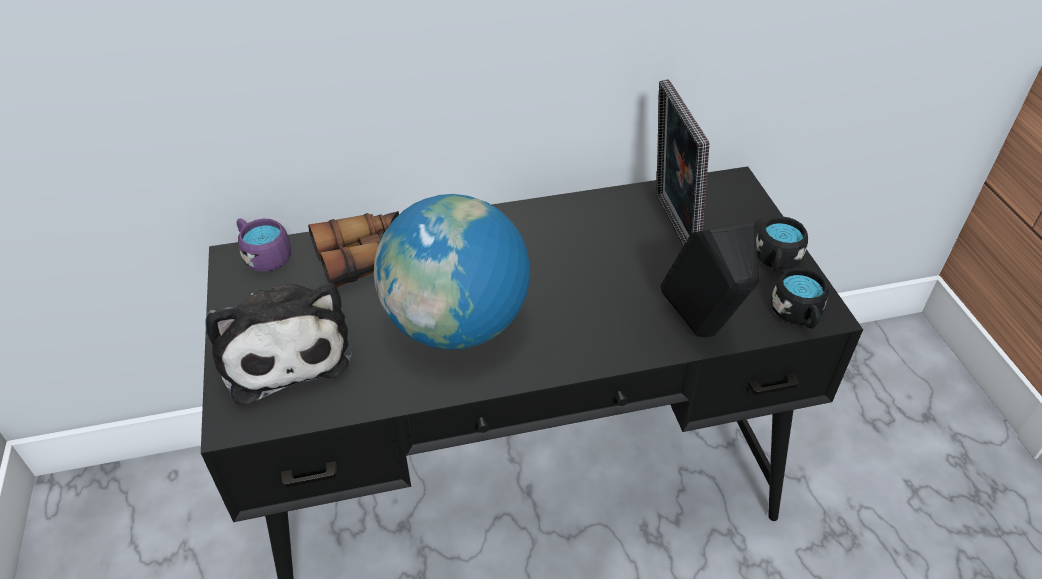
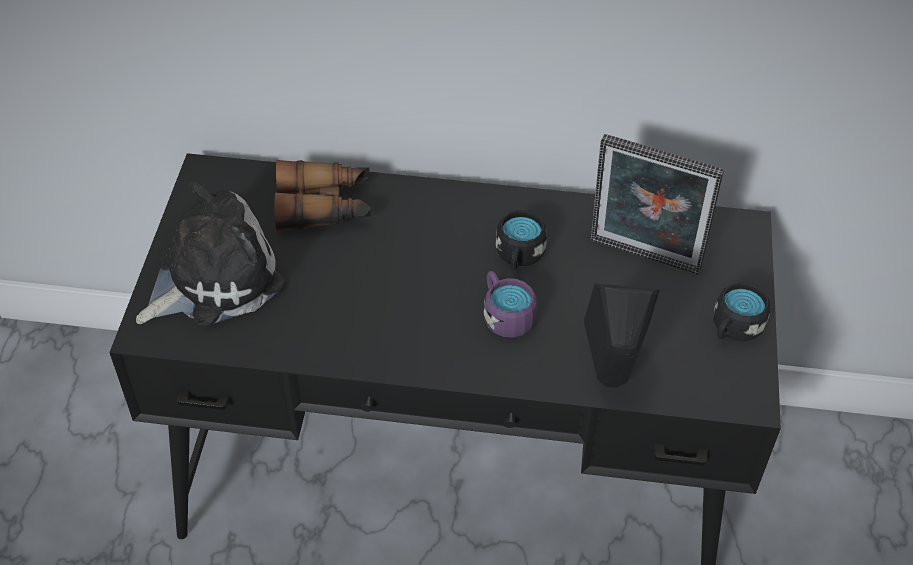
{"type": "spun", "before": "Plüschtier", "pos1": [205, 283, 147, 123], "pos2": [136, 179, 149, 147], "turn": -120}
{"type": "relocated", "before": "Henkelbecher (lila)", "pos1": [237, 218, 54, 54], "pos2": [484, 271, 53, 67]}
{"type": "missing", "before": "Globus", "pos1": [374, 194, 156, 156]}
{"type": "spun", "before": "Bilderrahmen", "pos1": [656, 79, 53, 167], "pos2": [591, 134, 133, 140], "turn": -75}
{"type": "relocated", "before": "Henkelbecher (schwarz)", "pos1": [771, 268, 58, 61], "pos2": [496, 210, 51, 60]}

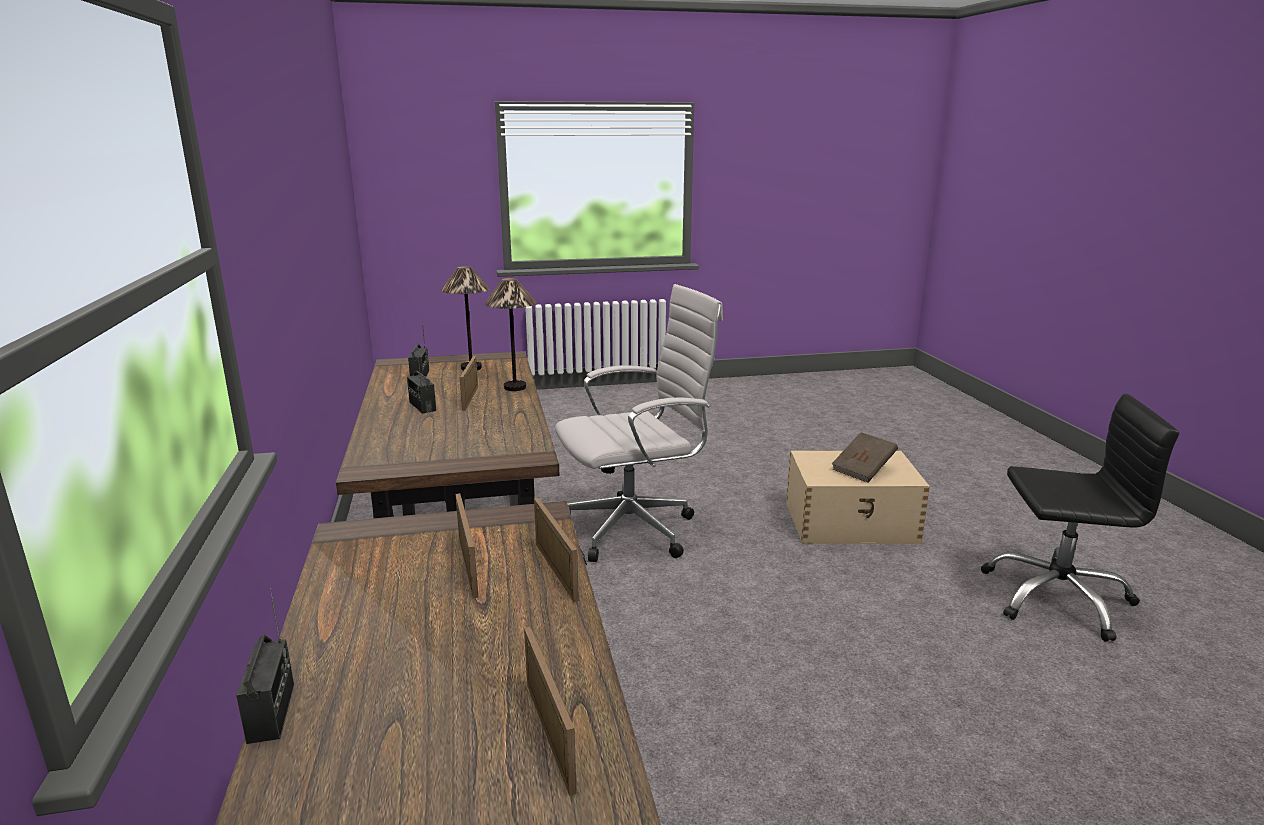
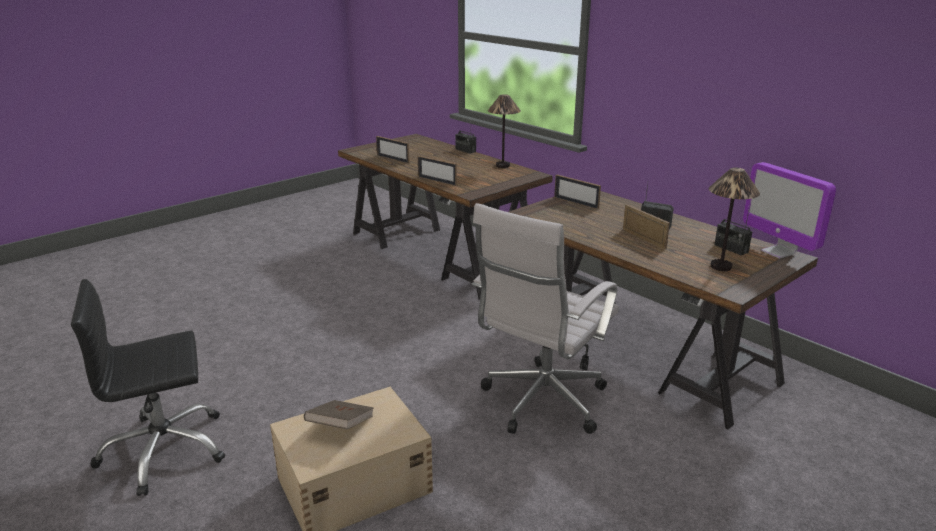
{"type": "relocated", "before": "Bilderrahmen", "pos1": [455, 493, 23, 105], "pos2": [554, 175, 47, 35]}
{"type": "relocated", "before": "Tischlampe", "pos1": [484, 278, 53, 113], "pos2": [488, 94, 33, 74]}
{"type": "appeared", "after": "Monitor", "pos2": [743, 162, 93, 97]}

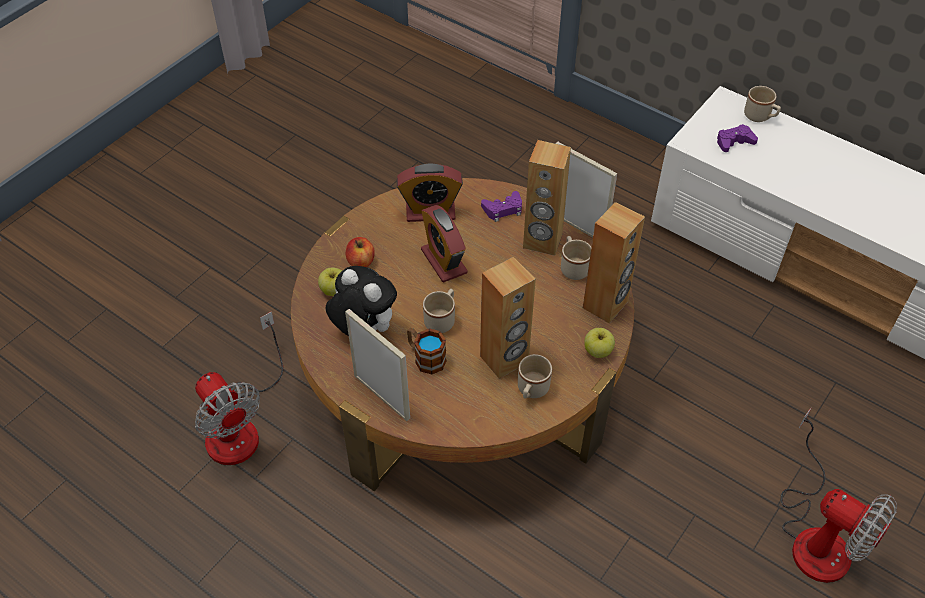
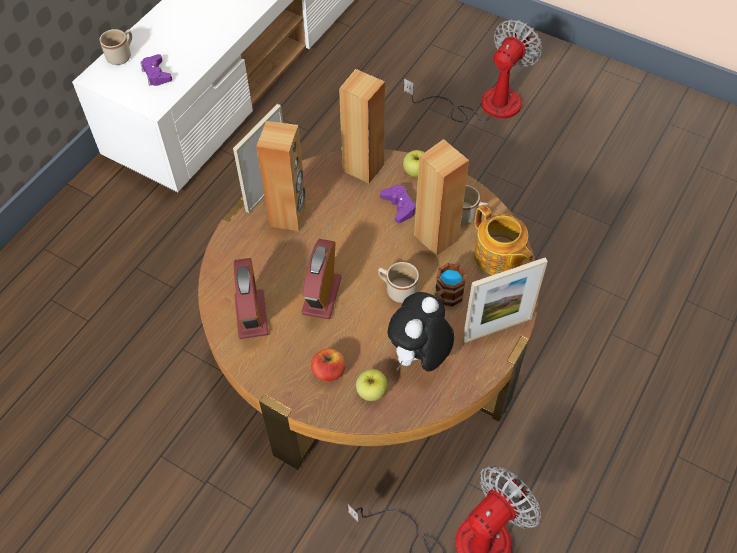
{"type": "spun", "before": "Bilderrahmen", "pos1": [345, 309, 65, 112], "pos2": [463, 258, 85, 85], "turn": -150}
{"type": "spun", "before": "Wecker", "pos1": [421, 205, 46, 77], "pos2": [302, 239, 40, 80], "turn": 135}
{"type": "relocated", "before": "Gamepad (lila)", "pos1": [481, 191, 41, 31], "pos2": [380, 185, 36, 38]}
{"type": "missing", "before": "Henkelbecher (beige)", "pos1": [561, 236, 30, 44]}
{"type": "appeared", "after": "Teekanne", "pos2": [474, 205, 59, 70]}

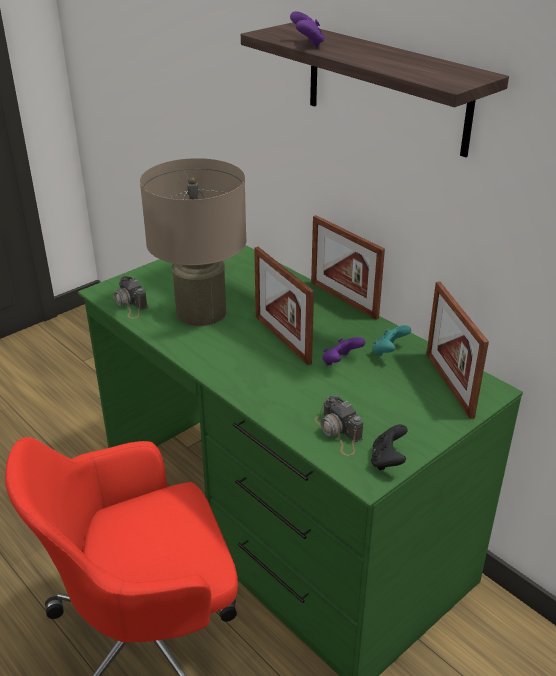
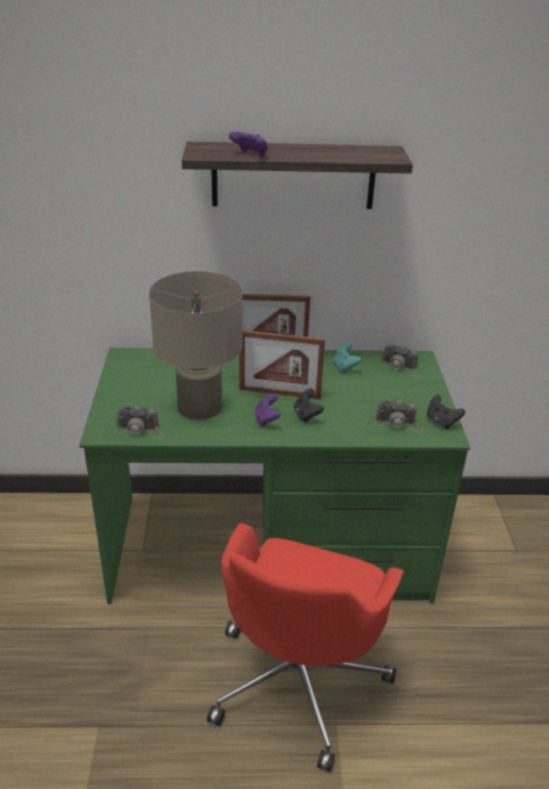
{"type": "relocated", "before": "Gamepad (lila)", "pos1": [322, 337, 43, 28], "pos2": [255, 394, 26, 33]}
{"type": "exchanged", "before": "Bilderrahmen", "after": "Kamera", "pos1": [426, 282, 63, 137], "pos2": [379, 345, 41, 32]}
{"type": "appeared", "after": "Gamepad (schwarz)", "pos2": [294, 389, 30, 33]}

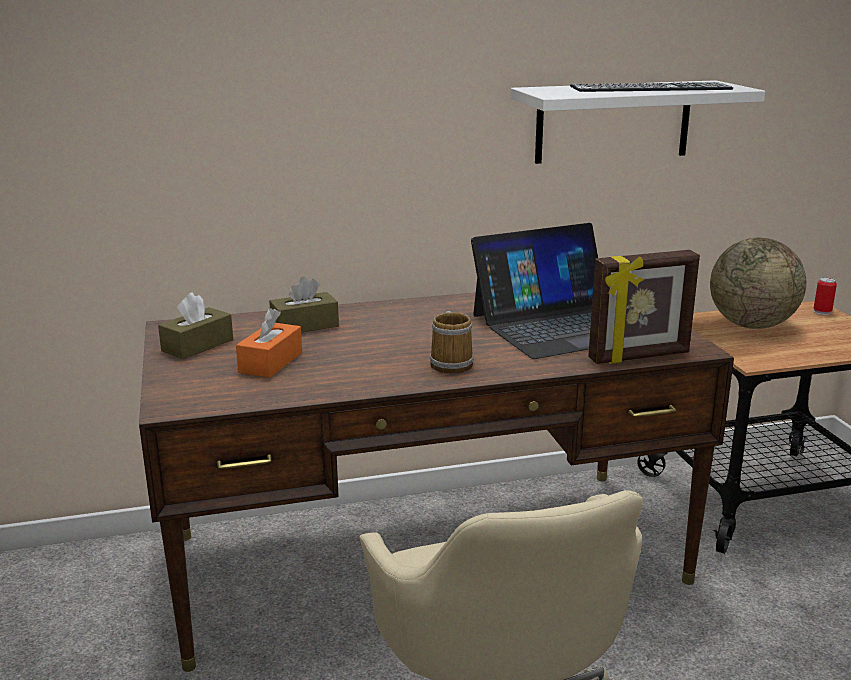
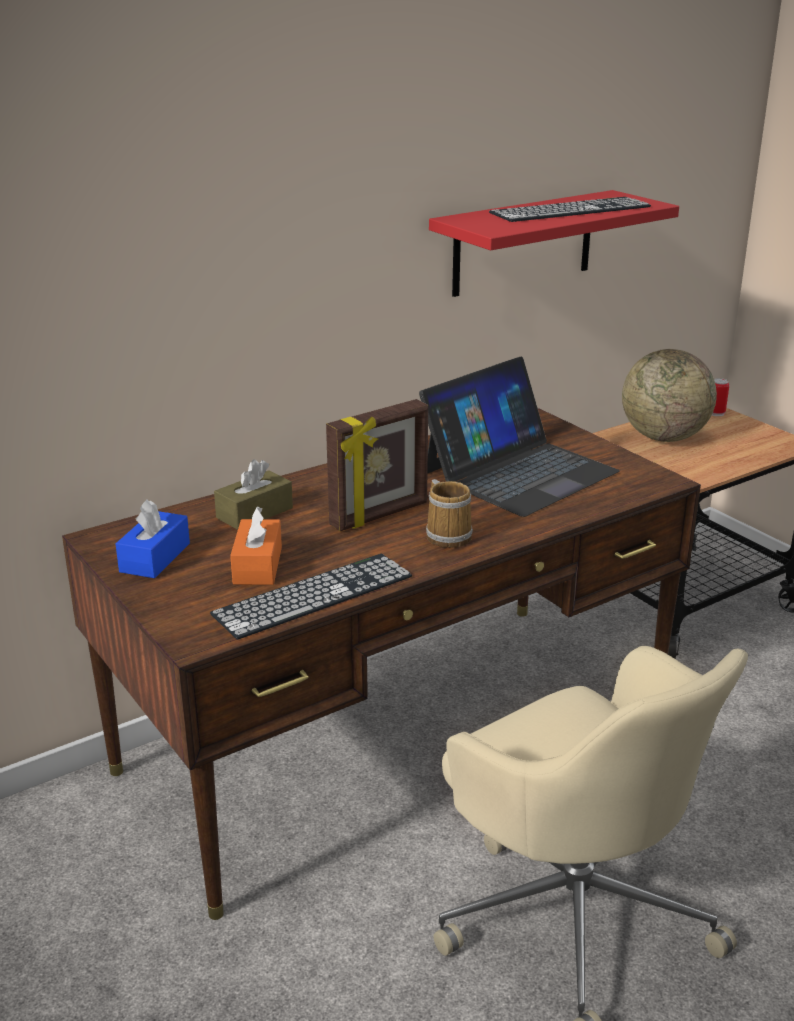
{"type": "colour", "before": "Taschentuchbox (braun)", "after": "Taschentuchbox (blau)", "pos1": [158, 292, 75, 67], "pos2": [116, 500, 74, 78]}
{"type": "colour", "before": "Wandregal (weiß)", "after": "Wandregal (rot)", "pos1": [511, 80, 254, 84], "pos2": [429, 190, 250, 107]}
{"type": "relocated", "before": "Bilderrahmen", "pos1": [588, 250, 112, 114], "pos2": [326, 399, 102, 132]}
{"type": "appeared", "after": "Tastatur", "pos2": [210, 554, 202, 86]}

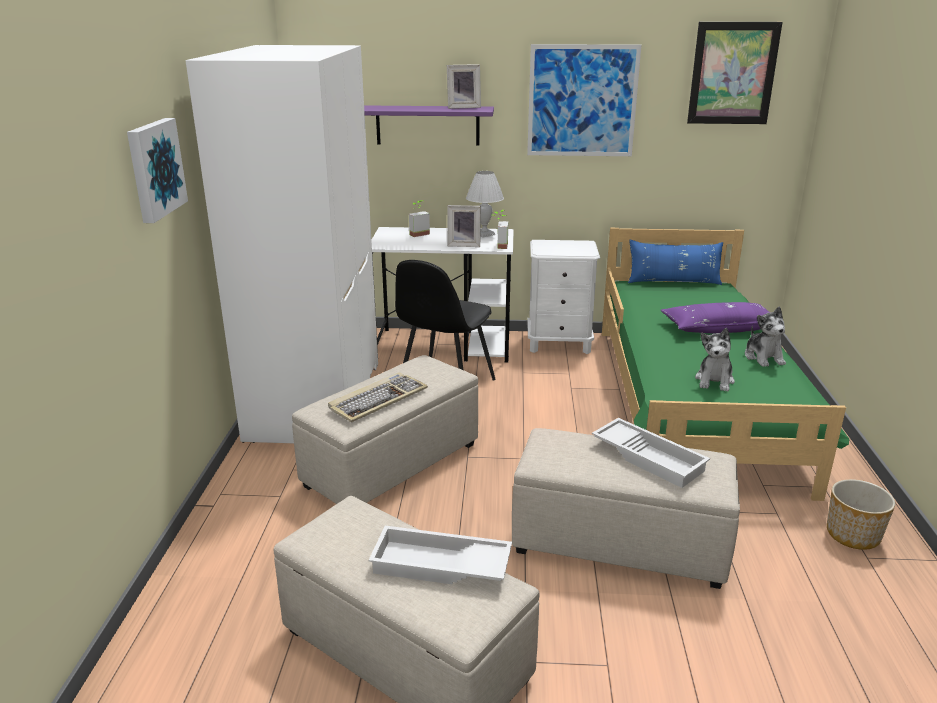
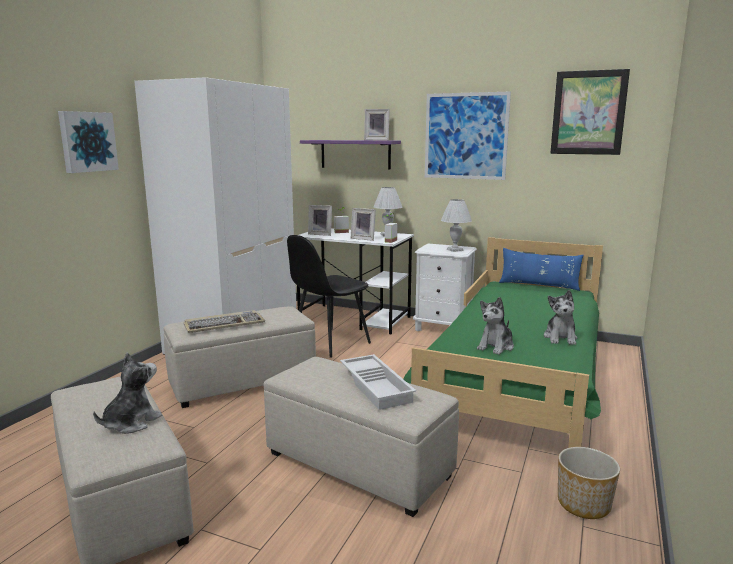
{"type": "exchanged", "before": "Tablett (weiß)", "after": "Plüschtier", "pos1": [369, 526, 143, 59], "pos2": [93, 353, 69, 81]}
{"type": "missing", "before": "Kissen (lila)", "pos1": [661, 302, 109, 31]}
{"type": "appeared", "after": "Bilderrahmen", "pos2": [308, 205, 24, 31]}
{"type": "appeared", "after": "Tischlampe (weiß)", "pos2": [441, 199, 31, 53]}

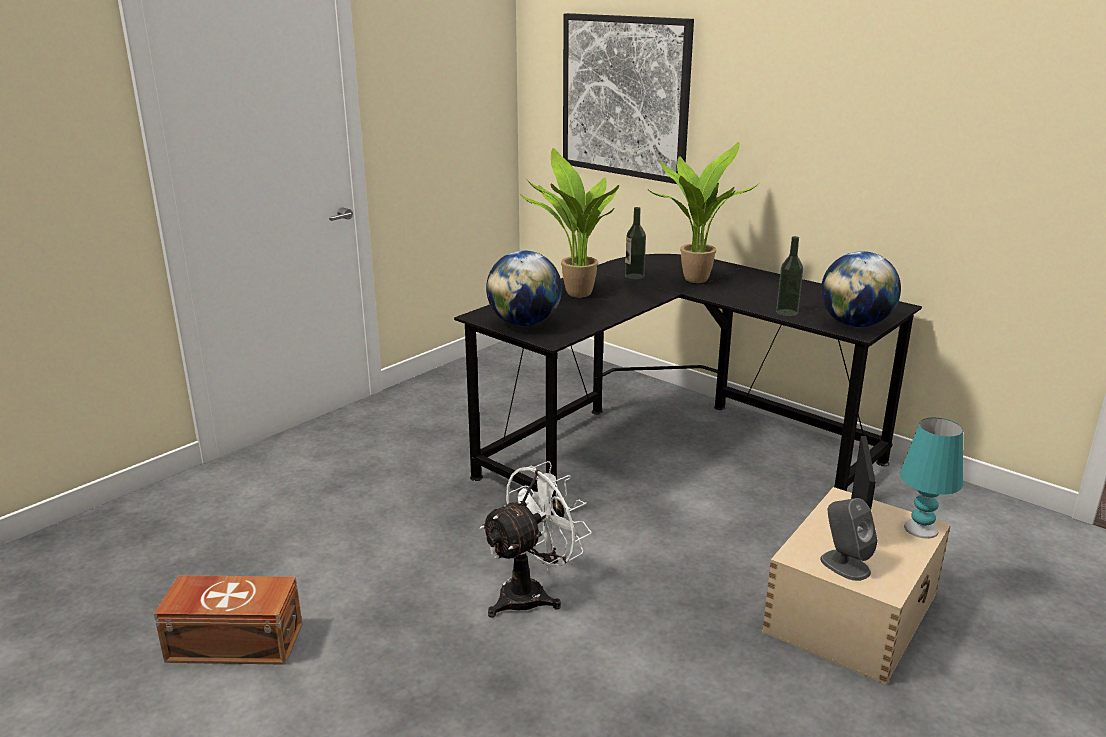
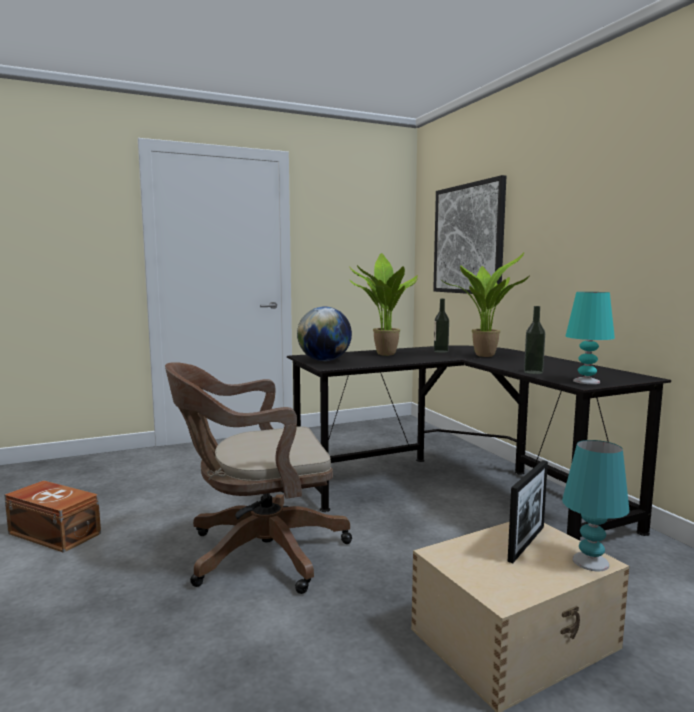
{"type": "exchanged", "before": "Ventilator (weiß)", "after": "Bürostuhl (braun)", "pos1": [480, 461, 112, 157], "pos2": [165, 362, 187, 232]}
{"type": "missing", "before": "Lautsprecher (grau)", "pos1": [820, 498, 58, 83]}
{"type": "exchanged", "before": "Globus", "after": "Tischlampe (türkis)", "pos1": [821, 251, 80, 76], "pos2": [566, 292, 49, 92]}

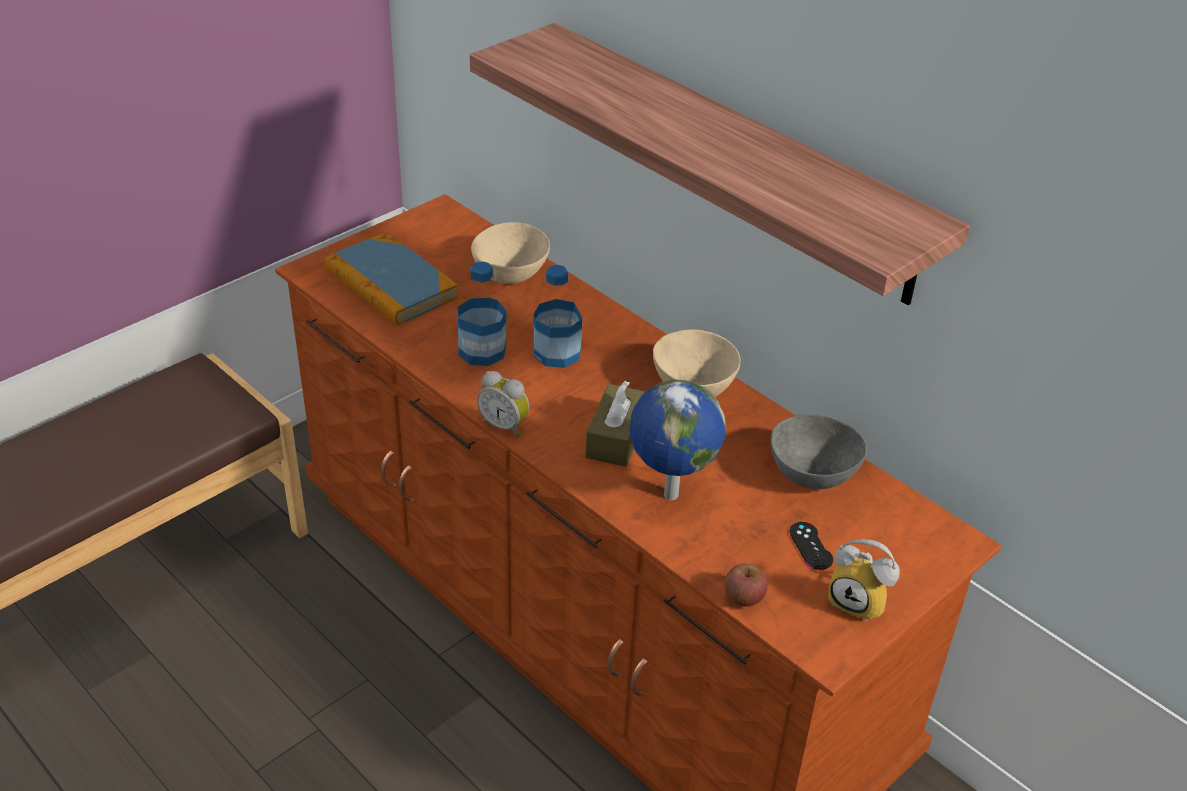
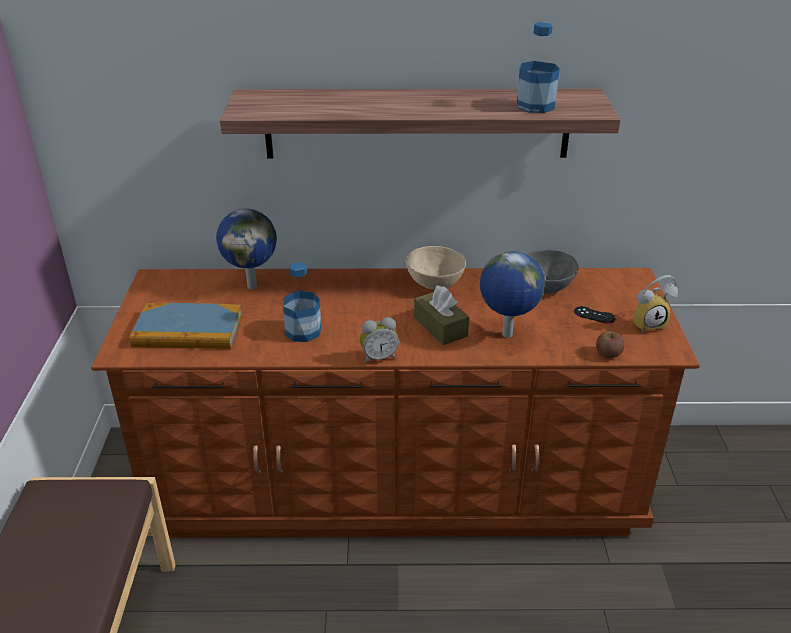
{"type": "exchanged", "before": "Schüssel (beige)", "after": "Globus", "pos1": [471, 222, 79, 62], "pos2": [216, 209, 61, 81]}
{"type": "relocated", "before": "Flasche", "pos1": [533, 265, 49, 103], "pos2": [517, 22, 43, 91]}

